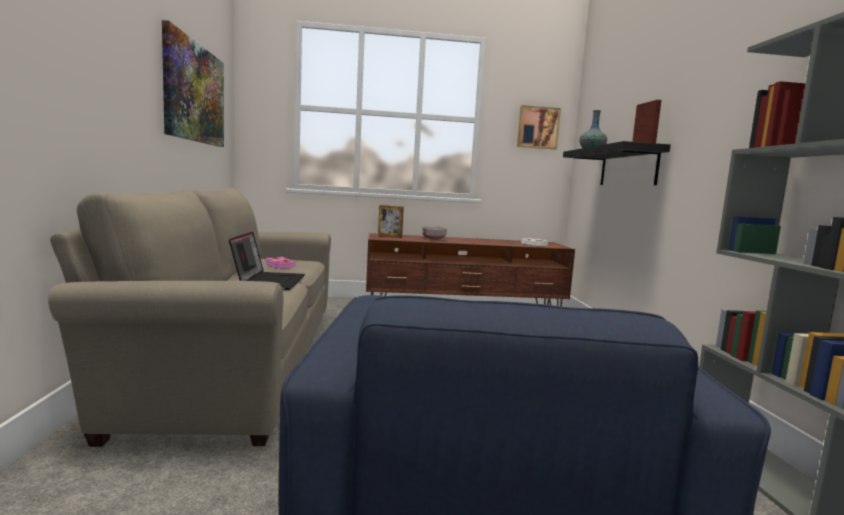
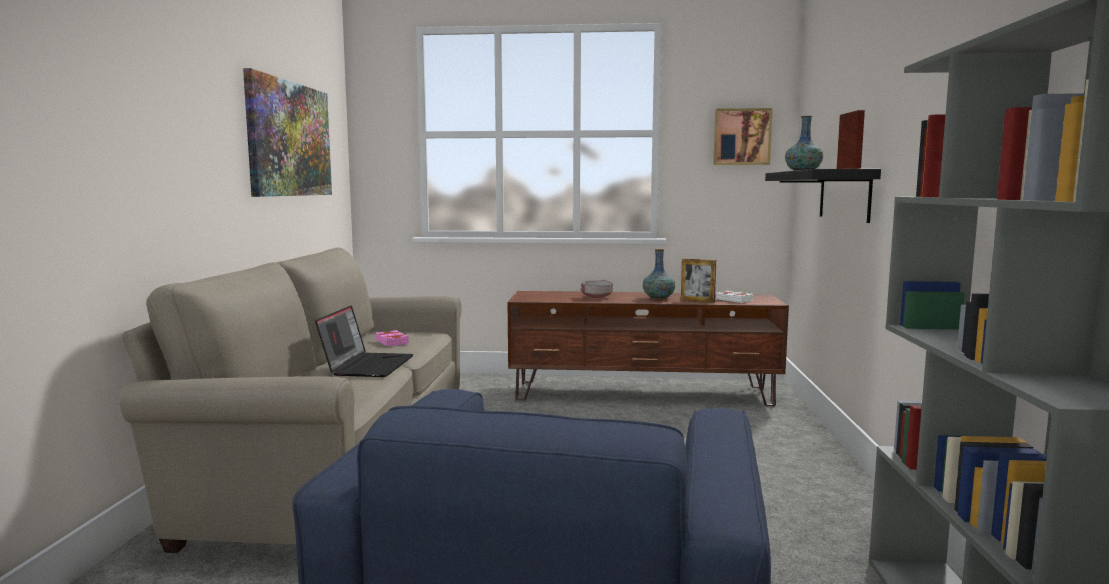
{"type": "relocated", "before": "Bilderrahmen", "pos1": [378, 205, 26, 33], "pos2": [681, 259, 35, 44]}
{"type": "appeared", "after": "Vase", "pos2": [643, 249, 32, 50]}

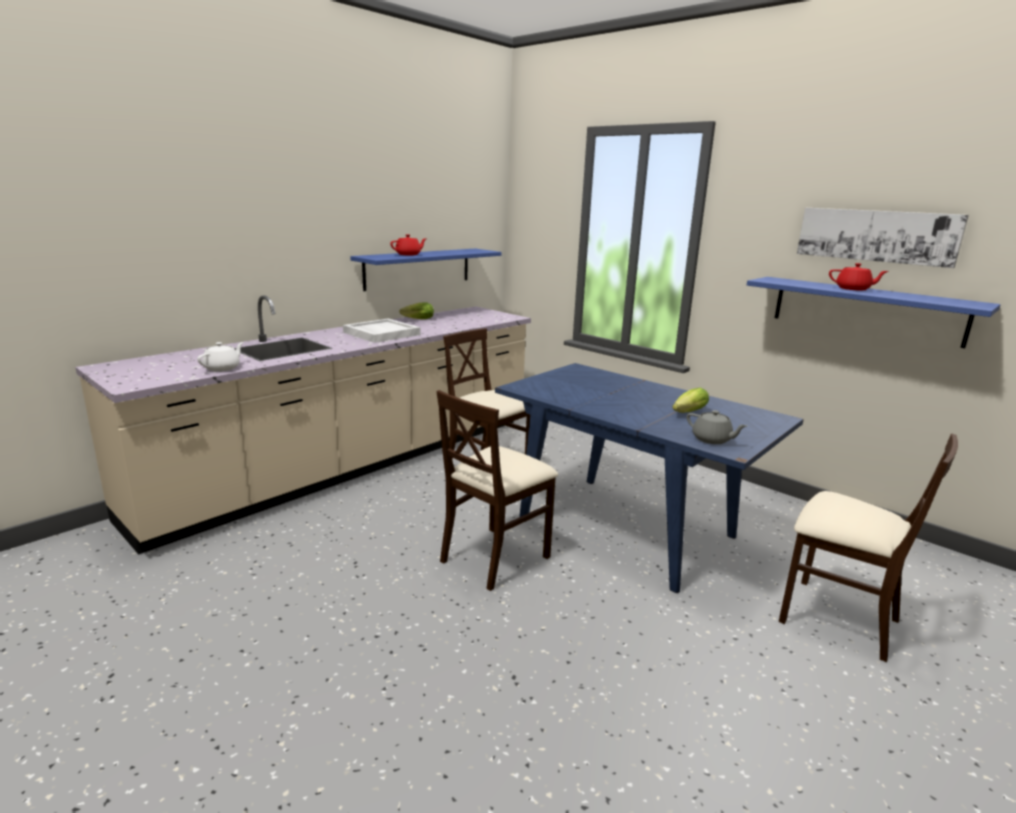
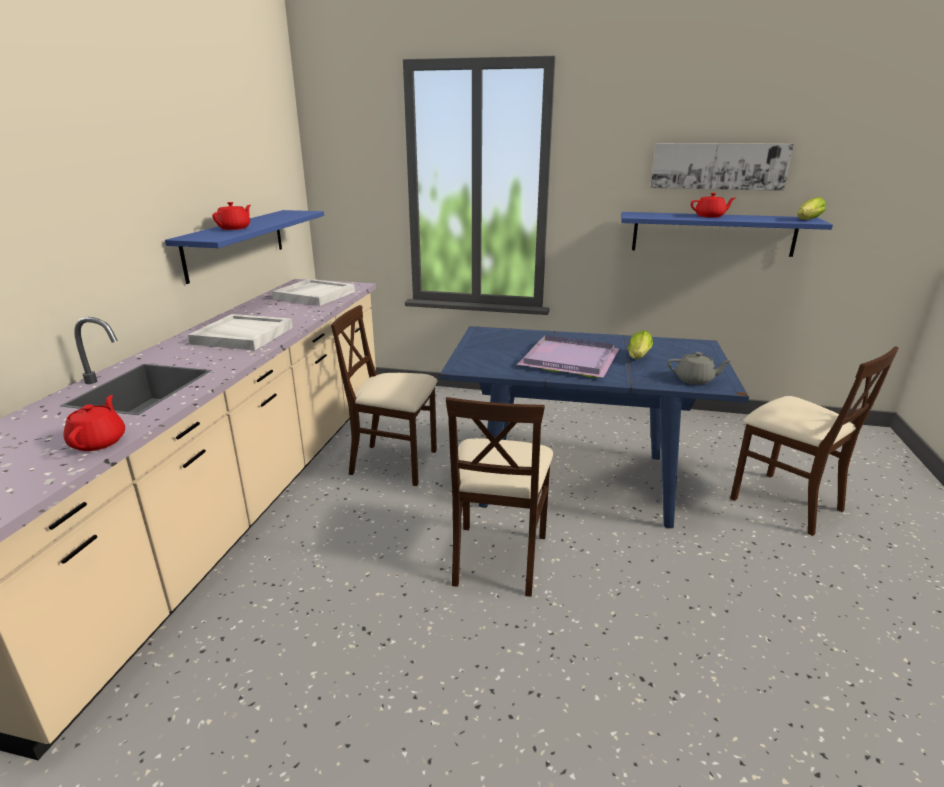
{"type": "colour", "before": "Teekanne (weiß)", "after": "Teekanne (rot)", "pos1": [197, 342, 47, 30], "pos2": [64, 395, 61, 56]}
{"type": "relocated", "before": "Salatkopf", "pos1": [399, 302, 35, 17], "pos2": [797, 197, 29, 23]}
{"type": "spun", "before": "Stuhl (beige)", "pos1": [779, 434, 179, 228], "pos2": [730, 346, 169, 190], "turn": 45}
{"type": "appeared", "after": "Tablett (weiß)", "pos2": [272, 279, 83, 27]}
{"type": "appeared", "after": "Tablett (lila)", "pos2": [517, 335, 103, 43]}

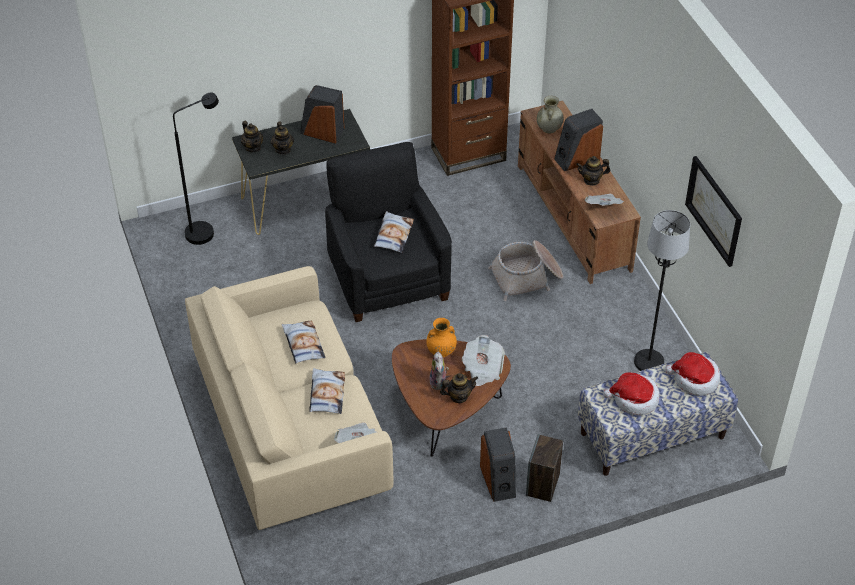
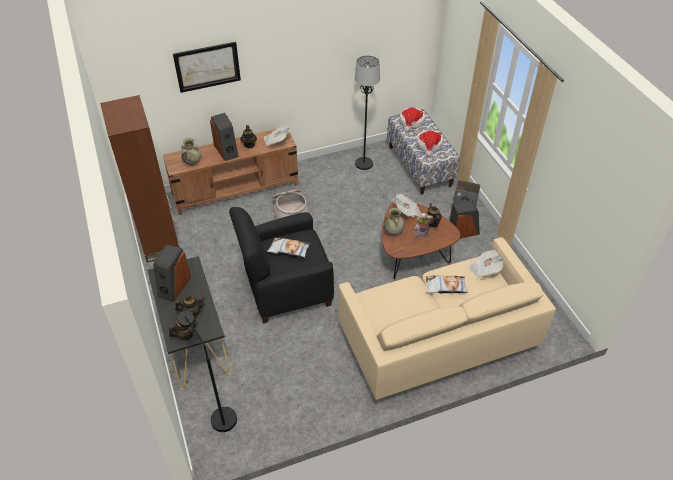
{"type": "missing", "before": "Kissen", "pos1": [282, 321, 44, 42]}
{"type": "colour", "before": "Vase (orange)", "after": "Vase (beige)", "pos1": [426, 318, 31, 39], "pos2": [384, 208, 20, 28]}
{"type": "relocated", "before": "Bild", "pos1": [685, 156, 57, 111], "pos2": [173, 42, 68, 51]}

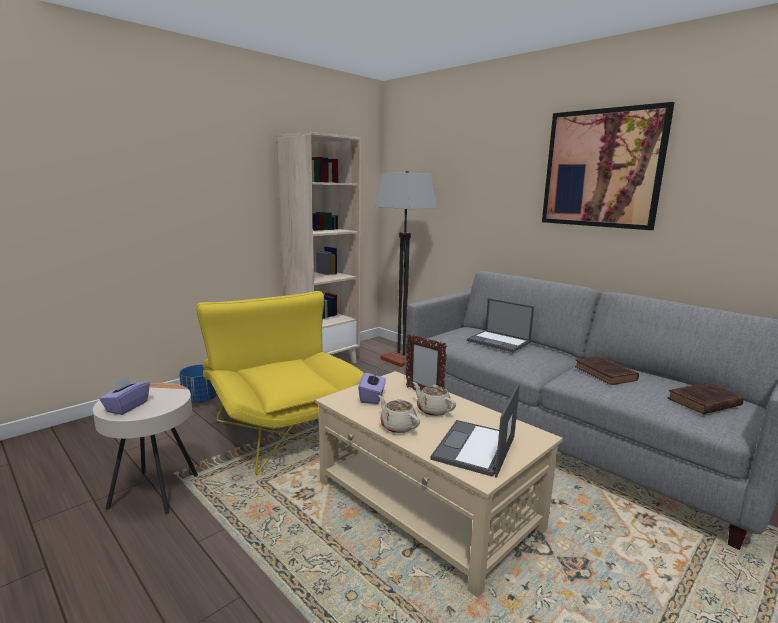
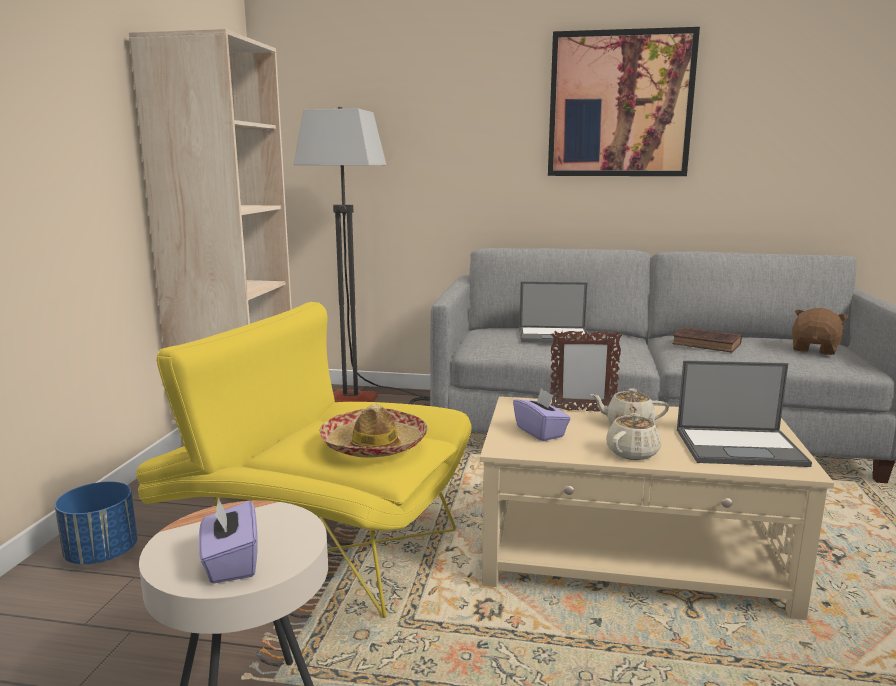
{"type": "spun", "before": "Teekanne (beige)", "pos1": [378, 395, 42, 38], "pos2": [606, 410, 55, 50], "turn": 120}
{"type": "spun", "before": "Laptop", "pos1": [431, 384, 89, 94], "pos2": [677, 360, 135, 107], "turn": -75}
{"type": "exchanged", "before": "Buch (braun)", "after": "Plüschtier (braun)", "pos1": [667, 383, 77, 31], "pos2": [792, 308, 56, 47]}
{"type": "appeared", "after": "Hut", "pos2": [319, 404, 109, 54]}

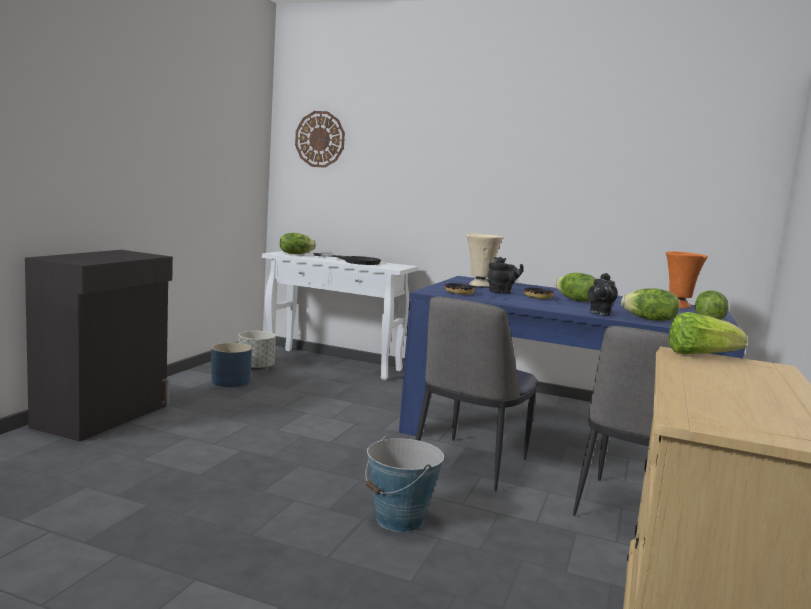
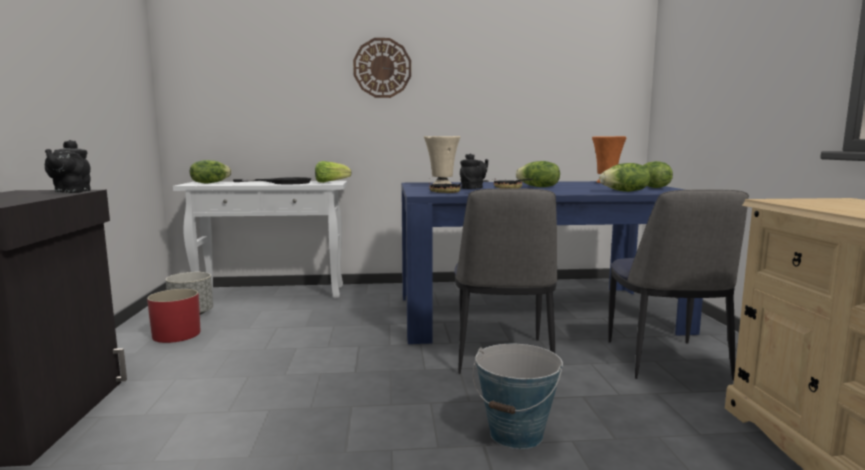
{"type": "colour", "before": "Pflanzkübel (blau)", "after": "Pflanzkübel (rot)", "pos1": [211, 343, 41, 44], "pos2": [147, 289, 54, 54]}
{"type": "relocated", "before": "Wanduhr", "pos1": [295, 111, 50, 57], "pos2": [353, 38, 58, 60]}
{"type": "relocated", "before": "Teekanne (schwarz)", "pos1": [588, 273, 30, 43], "pos2": [45, 140, 46, 53]}
{"type": "relocated", "before": "Salatkopf", "pos1": [669, 312, 78, 42], "pos2": [315, 161, 36, 22]}

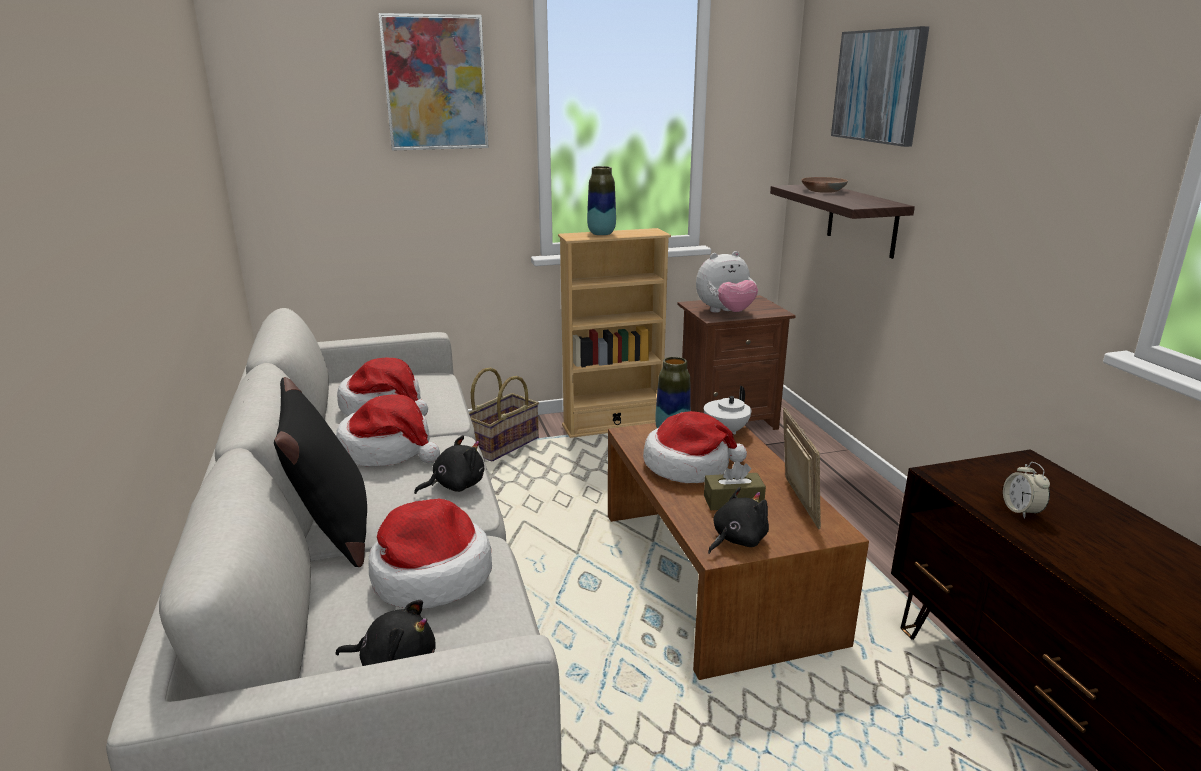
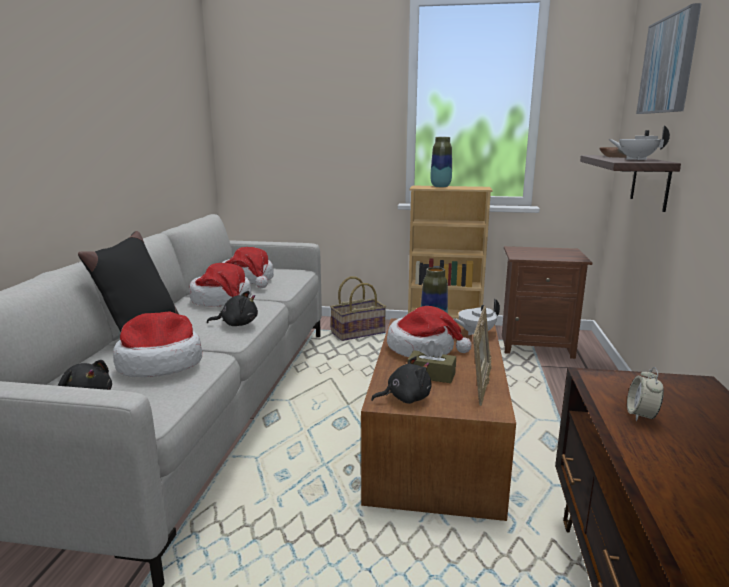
{"type": "missing", "before": "Bild", "pos1": [378, 13, 111, 138]}
{"type": "missing", "before": "Plüschtier", "pos1": [696, 251, 62, 62]}
{"type": "appeared", "after": "Teekanne (weiß)", "pos2": [608, 125, 62, 35]}

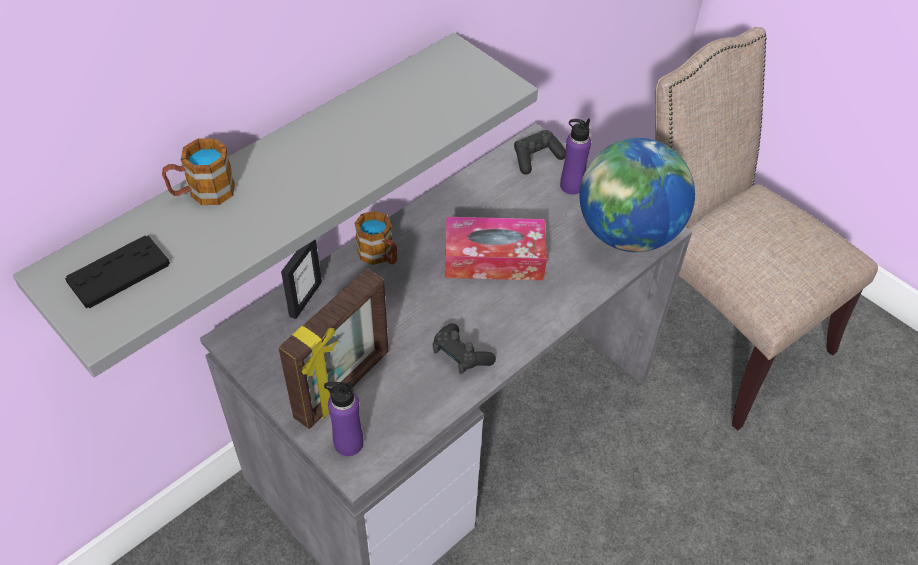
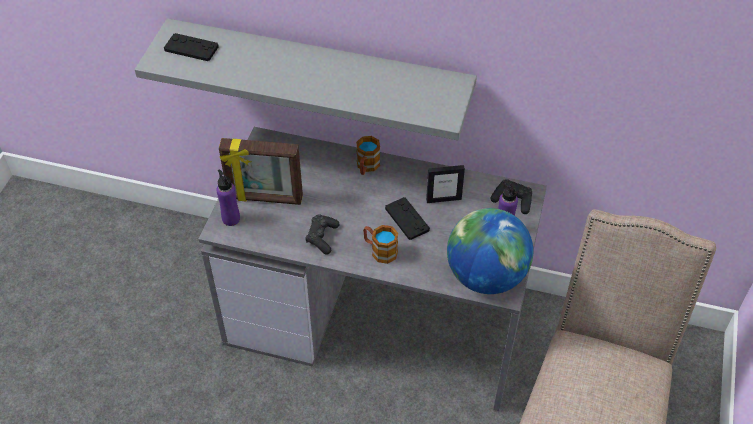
{"type": "relocated", "before": "Henkelbecher", "pos1": [162, 138, 73, 67], "pos2": [363, 225, 35, 39]}
{"type": "relocated", "before": "Bilderrahmen", "pos1": [281, 239, 41, 80], "pos2": [426, 165, 39, 38]}
{"type": "exchanged", "before": "Taschentuchbox", "after": "Gamepad (schwarz)", "pos1": [445, 217, 102, 64], "pos2": [385, 197, 45, 43]}

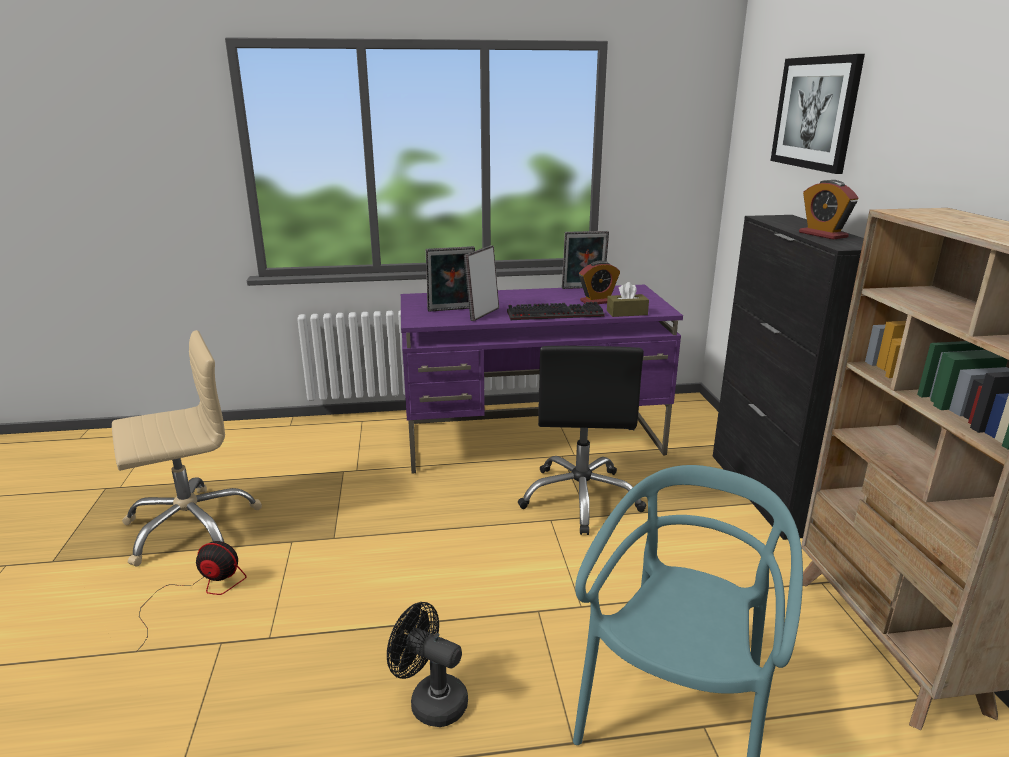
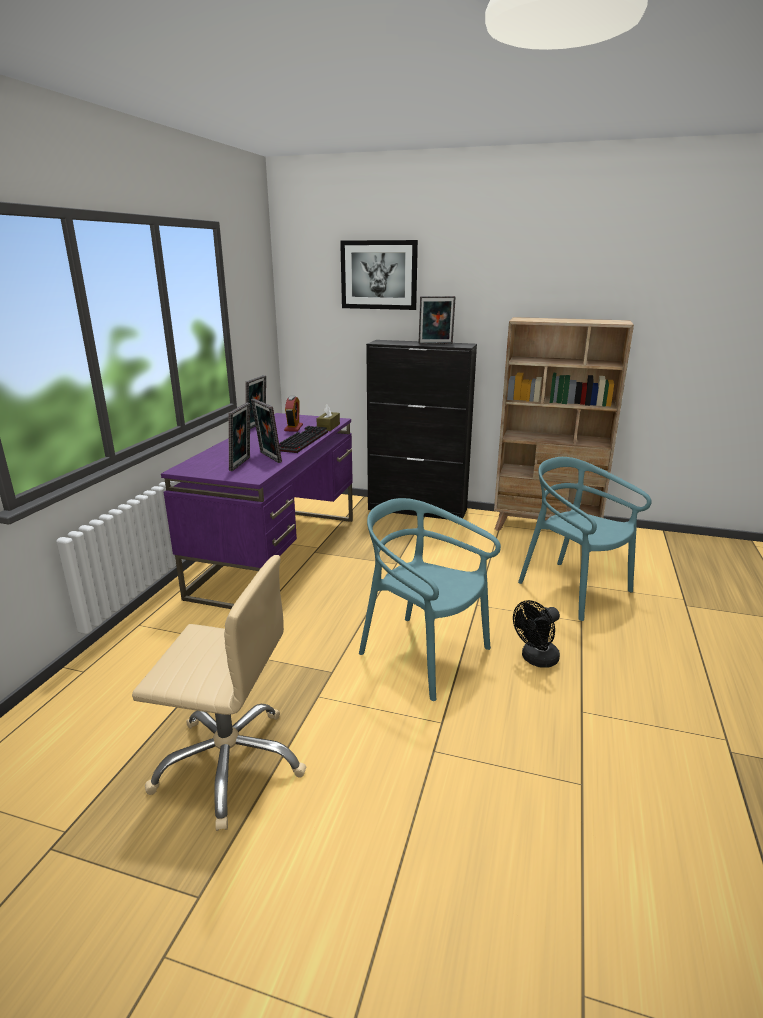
{"type": "spun", "before": "Bürostuhl (beige)", "pos1": [112, 330, 150, 236], "pos2": [132, 555, 174, 276], "turn": 105}
{"type": "missing", "before": "Ventilator", "pos1": [136, 541, 111, 111]}
{"type": "missing", "before": "Bürostuhl (schwarz)", "pos1": [518, 346, 128, 189]}
{"type": "exchanged", "before": "Wecker", "after": "Bilderrahmen", "pos1": [799, 180, 59, 60], "pos2": [419, 296, 37, 48]}
{"type": "appeared", "after": "Stuhl (türkis)", "pos2": [359, 498, 142, 203]}

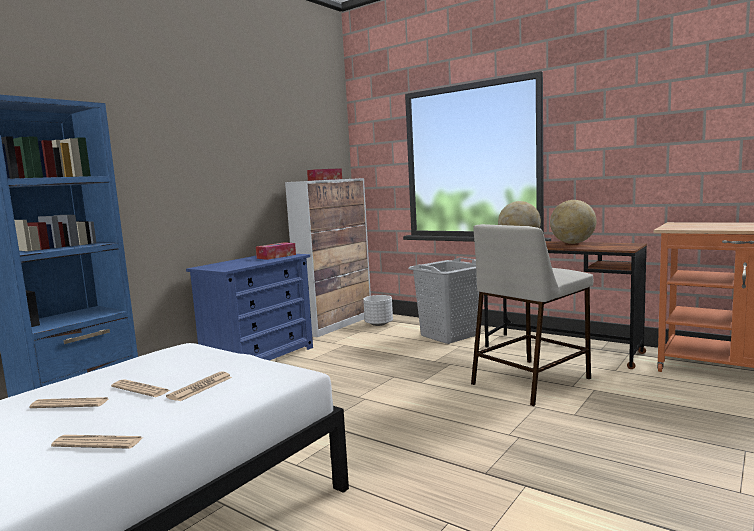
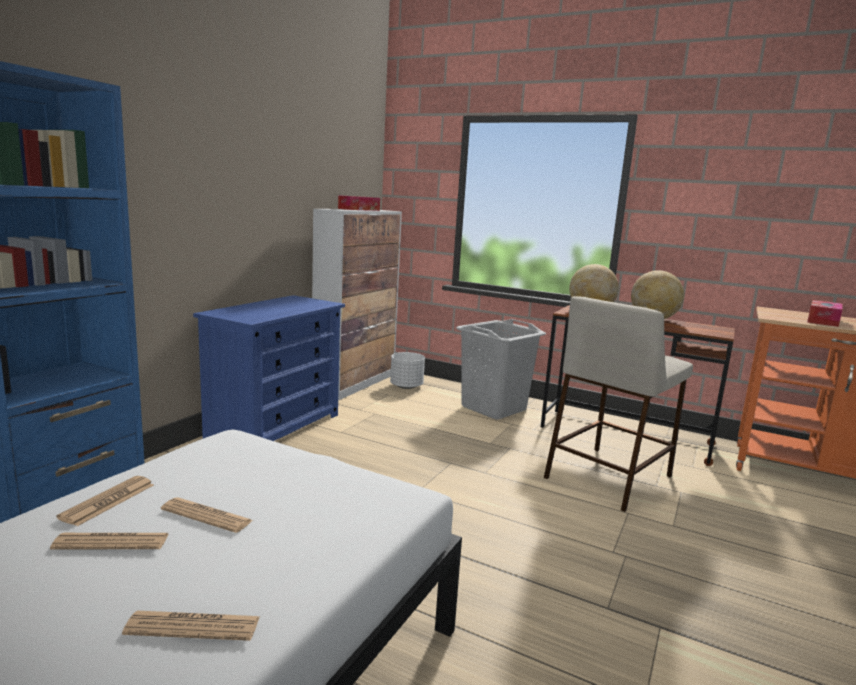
{"type": "relocated", "before": "Zeitung", "pos1": [166, 372, 66, 29], "pos2": [57, 476, 97, 50]}
{"type": "relocated", "before": "Taschentuchbox", "pos1": [256, 242, 40, 18], "pos2": [807, 300, 36, 27]}

